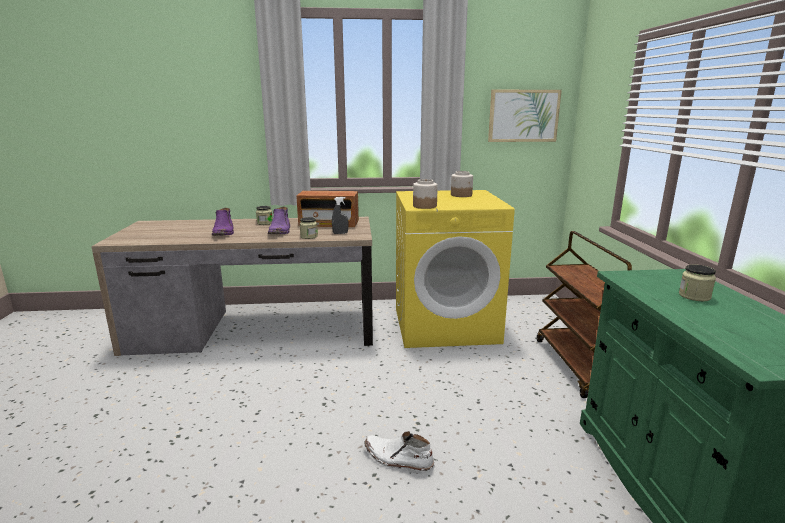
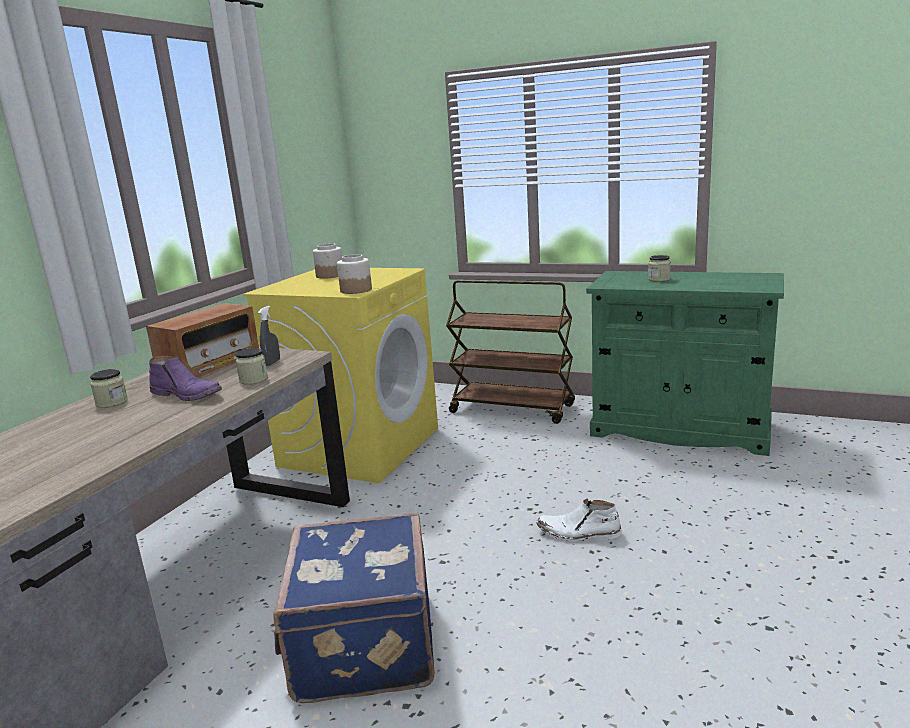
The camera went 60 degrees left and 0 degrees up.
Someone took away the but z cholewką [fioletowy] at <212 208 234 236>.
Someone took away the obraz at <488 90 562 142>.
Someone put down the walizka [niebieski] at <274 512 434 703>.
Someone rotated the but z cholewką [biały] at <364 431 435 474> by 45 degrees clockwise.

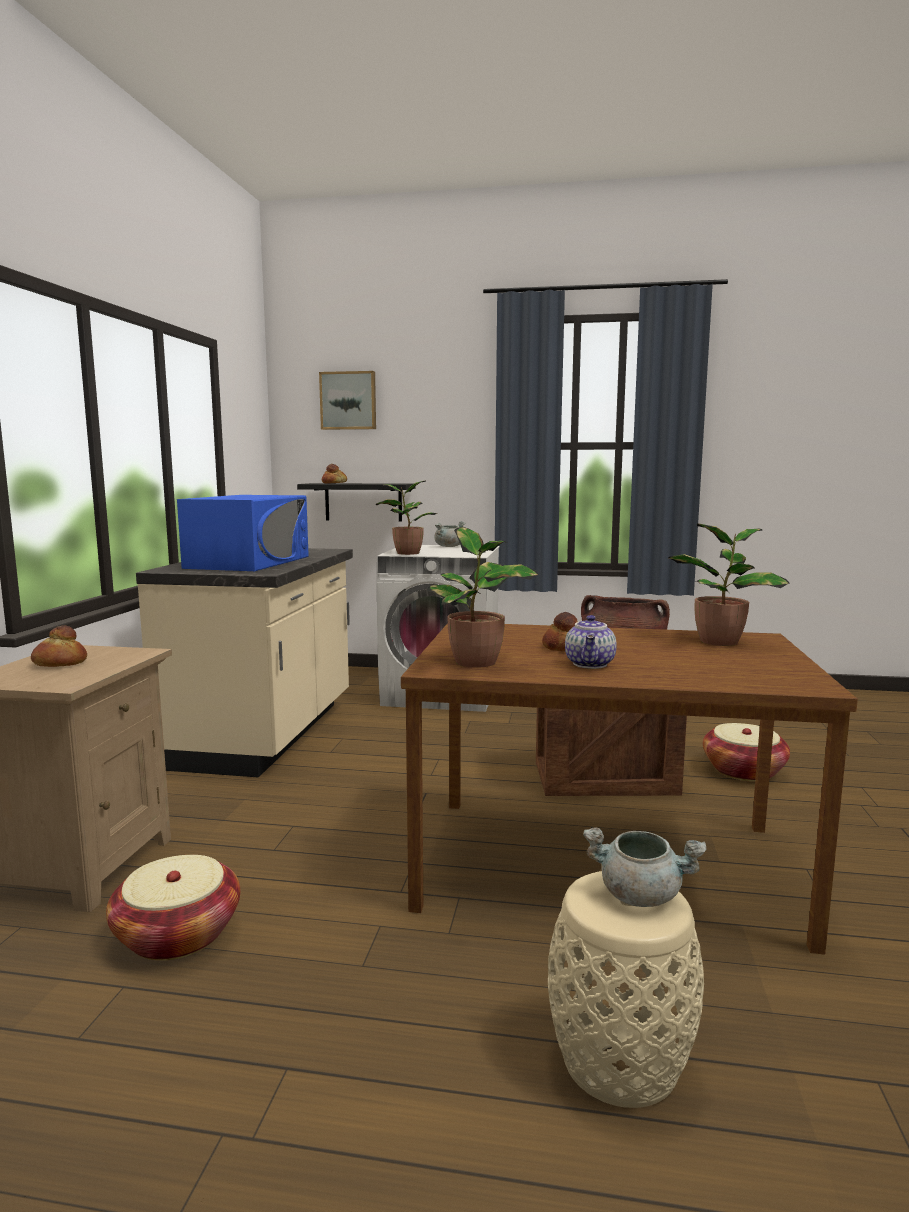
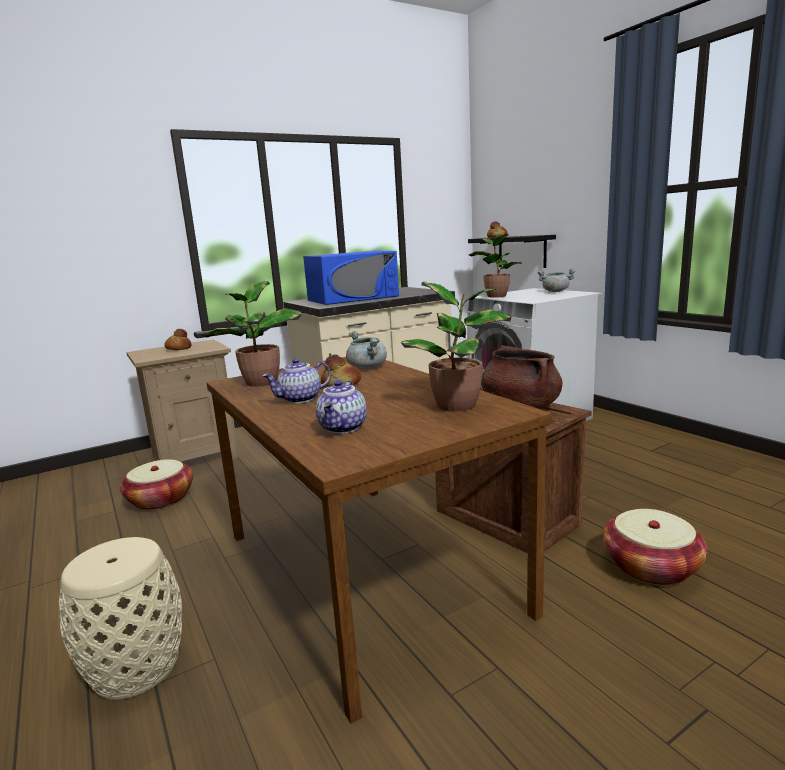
The camera went 50 degrees right and 5 degrees up.
Someone took away the obraz at <319 371 376 430>.
Someone put down the imbryk at <316 380 367 434>.
Someone carried the garnek [szary] from <583 827 706 907> to <346 331 387 369>.

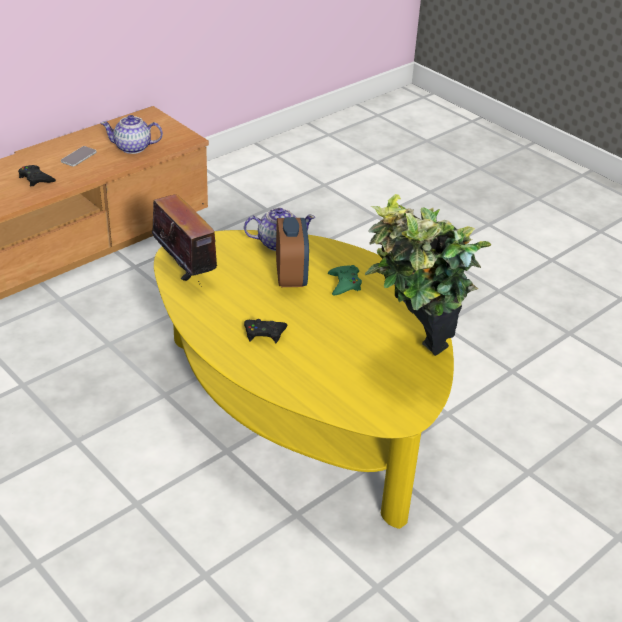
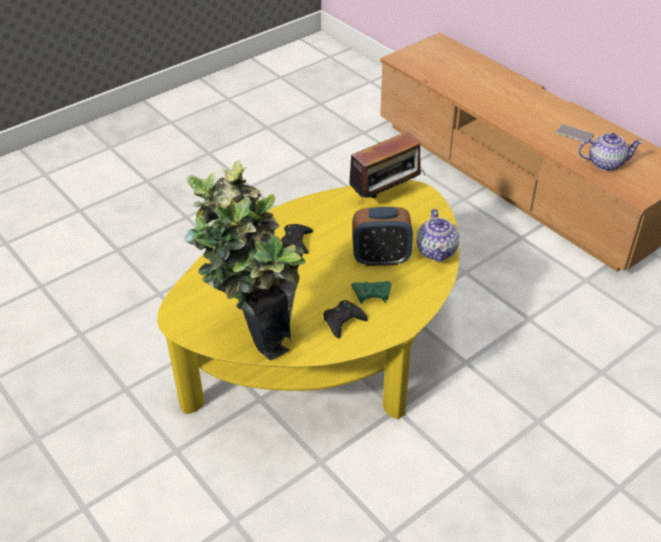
The camera went 95 degrees right and 5 degrees up.
Someone carried the pad do gier [czarny] from <18 165 56 187> to <324 300 368 338>.
Someone rotated the imbryk at <100 115 163 154> by 90 degrees clockwise.

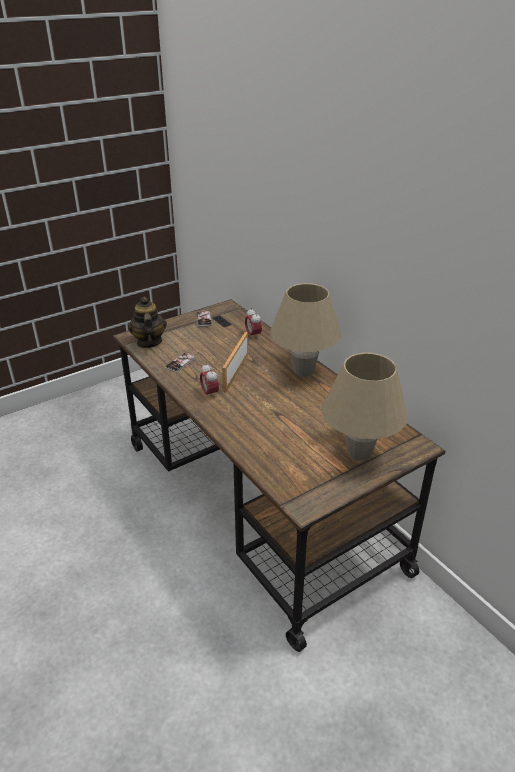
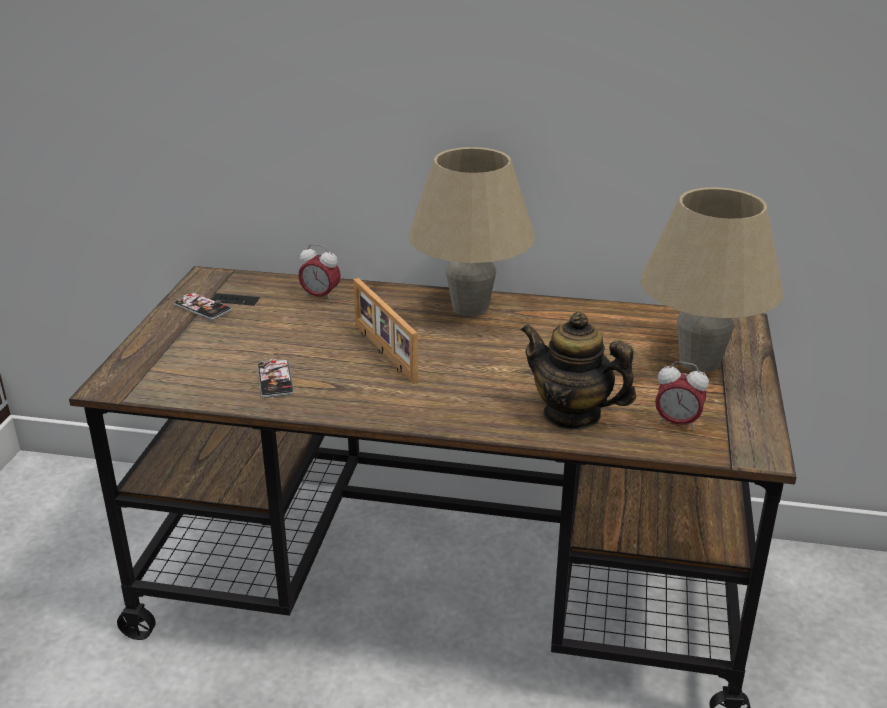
The camera went 45 degrees left and 5 degrees down.
Someone carried the imbryk from <128 297 167 348> to <521 312 636 430>.
Someone carried the budzik from <200 363 219 400> to <655 361 709 431>.

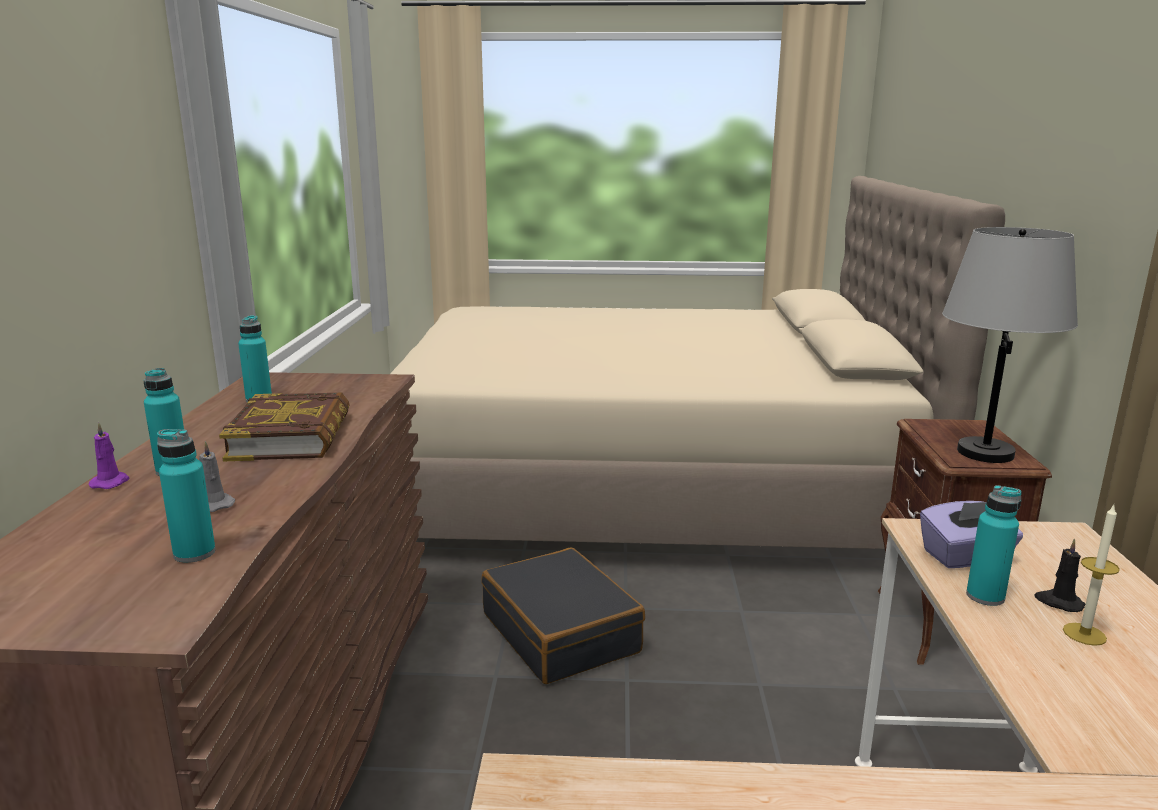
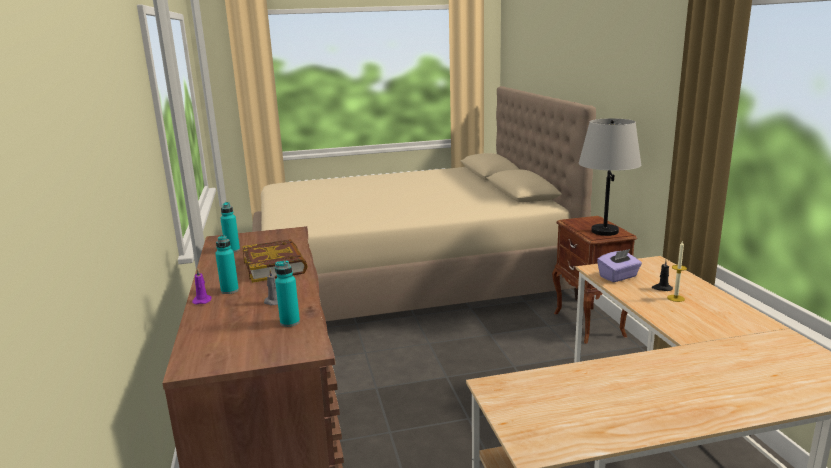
The camera went 15 degrees left and 0 degrees up.
Someone took away the walizka [czarny] at <481 548 645 684>.
Someone took away the butelka [turkusowy] at <966 485 1021 606>.

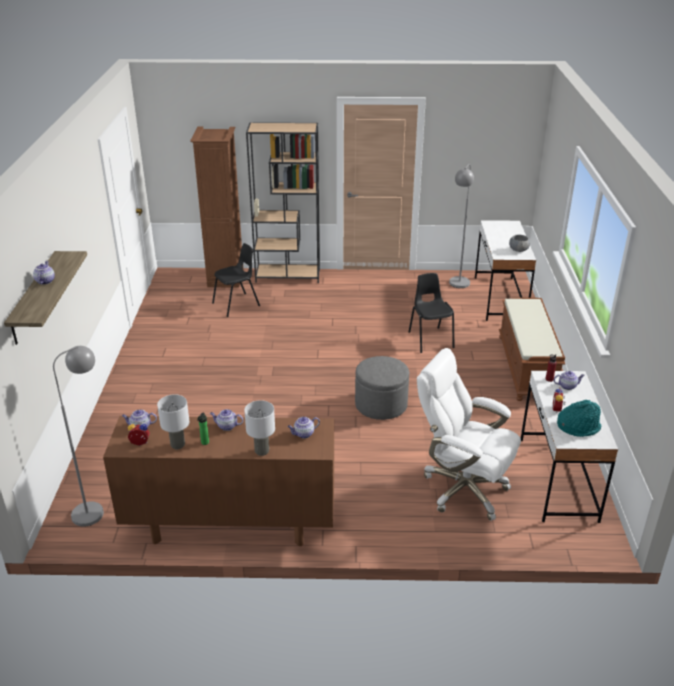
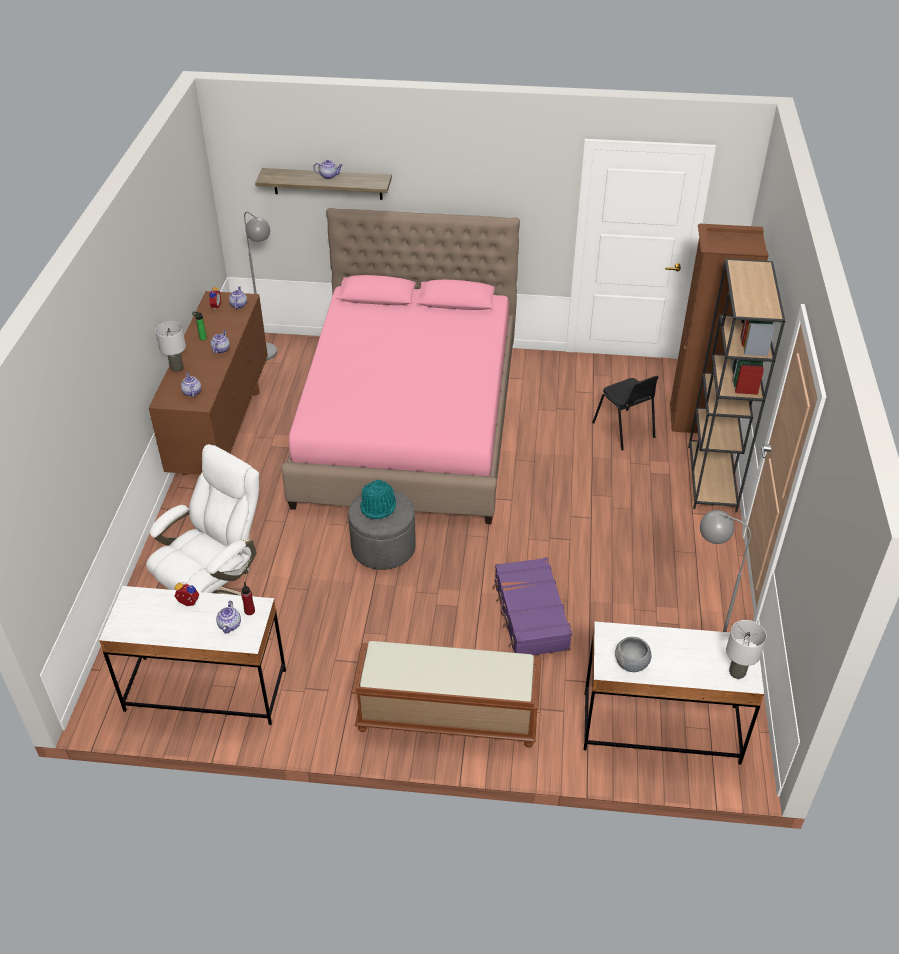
The camera went 95 degrees right and 10 degrees up.
Someone put down the łóżko [różowy] at <281 208 520 524>.
Someone carried the lampa stołowa [biały] from <157 394 189 449> to <726 620 767 679>.
Someone carried the kapelusz [turkusowy] from <557 400 601 437> to <360 480 396 519>.
Someone swapped the krzesło [czarny] at <409 273 454 353> for the walizka [fioletowy] at <492 557 572 655>.

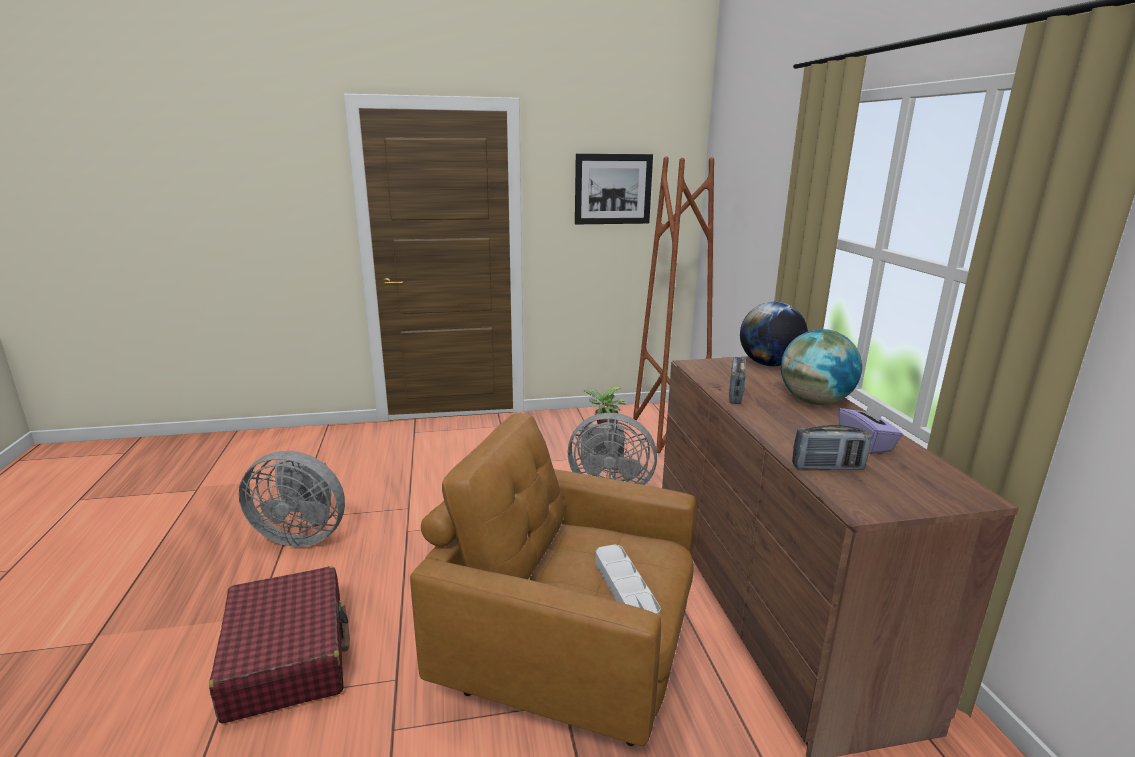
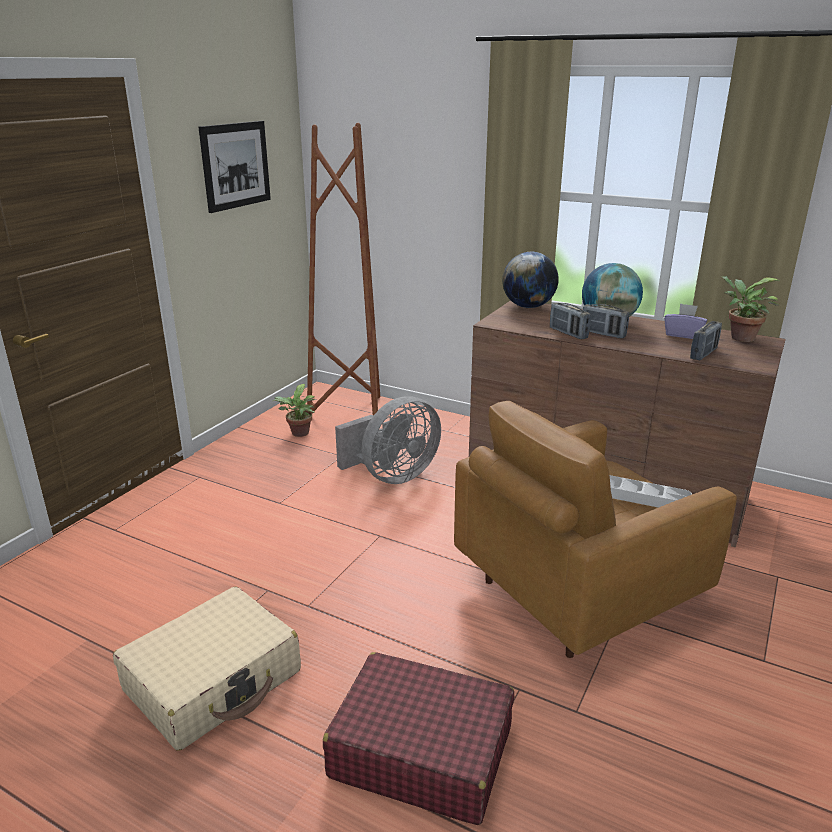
The camera went 50 degrees left and 5 degrees up.
Someone put down the radio at <583 304 629 338>.
Someone put down the roślina doniczkowa at <721 276 779 342>.
Someone swapped the wentylator [szary] at <239 451 345 547> for the walizka [beżowy] at <113 587 301 751>.

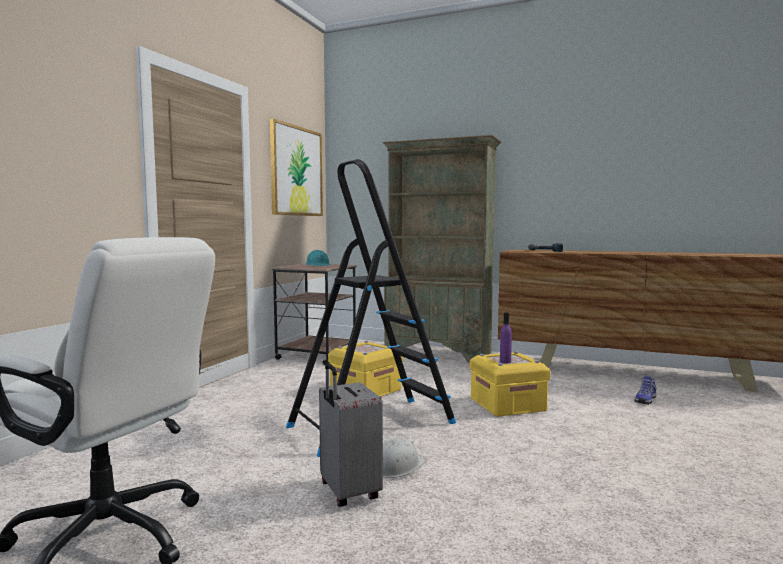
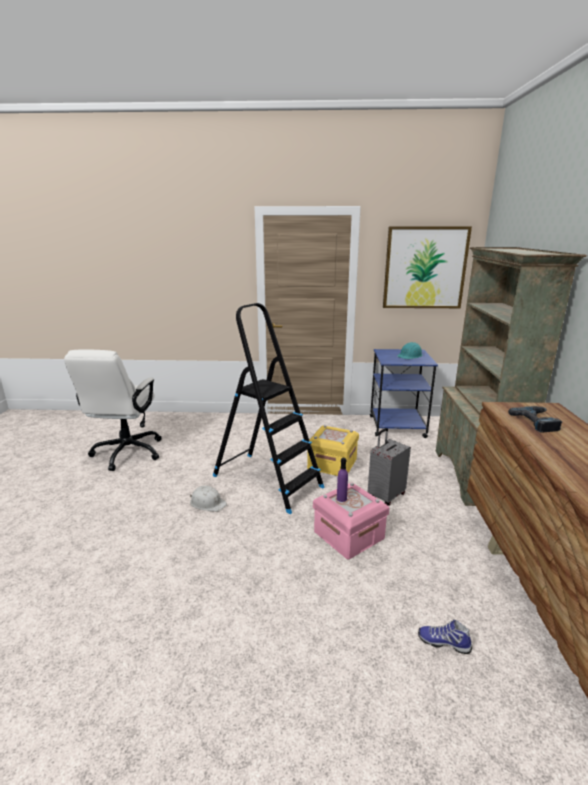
The camera went 70 degrees right and 15 degrees up.
Someone carried the walizka [szary] from <319 363 383 507> to <368 428 411 506>.
Someone repainted the wózek [brązowy] at <271 263 357 365>, which became the wózek [niebieski] at <370 349 438 438>.
Someone repainted the pojemnik do przechowywania [żółty] at <470 351 550 417>, which became the pojemnik do przechowywania [różowy] at <313 482 389 559>.

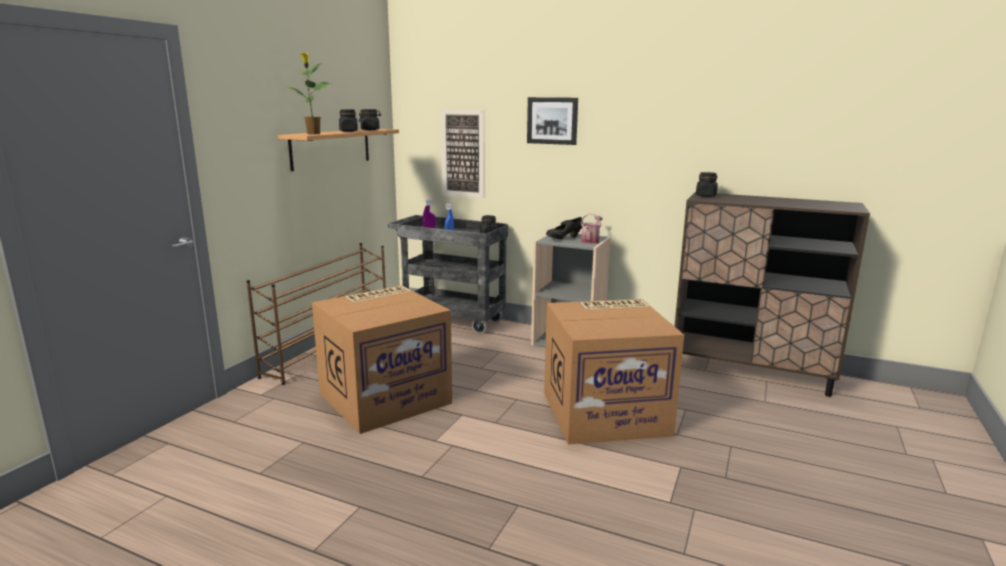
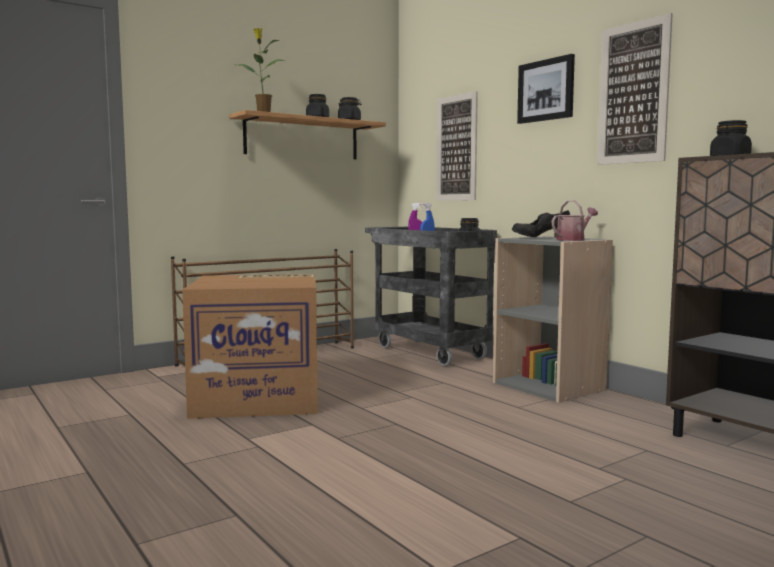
The camera went 30 degrees right and 10 degrees down.
Someone took away the karton at <544 299 684 444>.
Someone put up the obraz at <597 13 673 165>.

